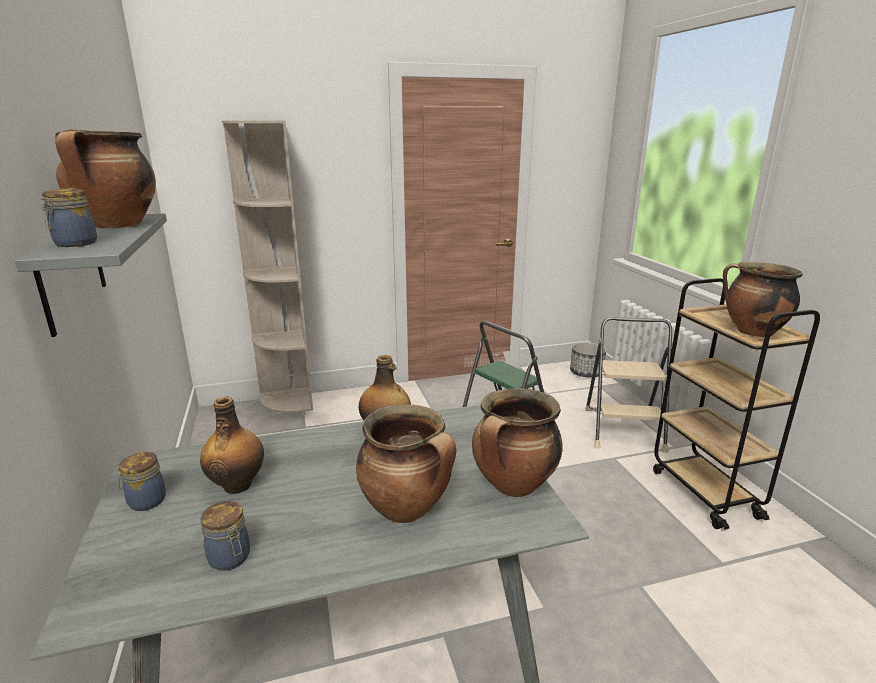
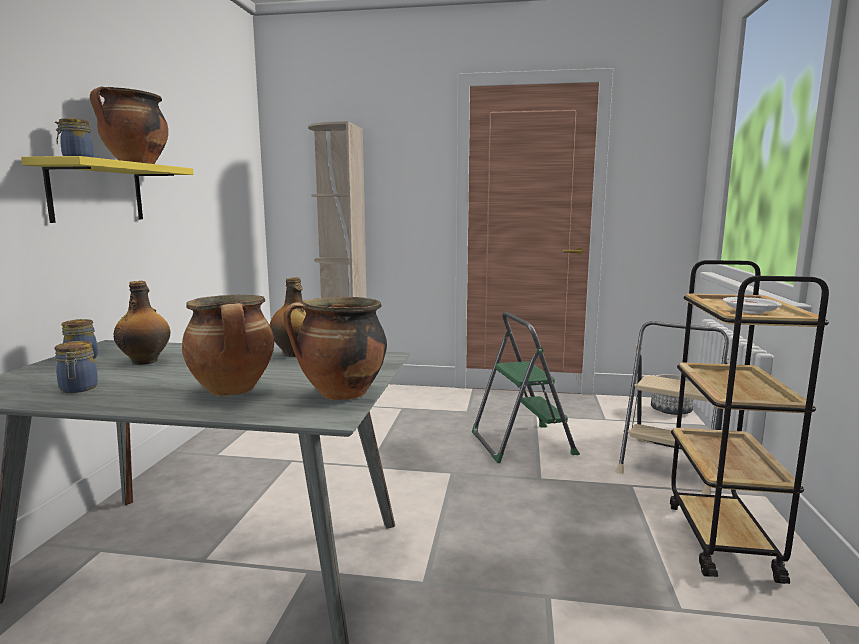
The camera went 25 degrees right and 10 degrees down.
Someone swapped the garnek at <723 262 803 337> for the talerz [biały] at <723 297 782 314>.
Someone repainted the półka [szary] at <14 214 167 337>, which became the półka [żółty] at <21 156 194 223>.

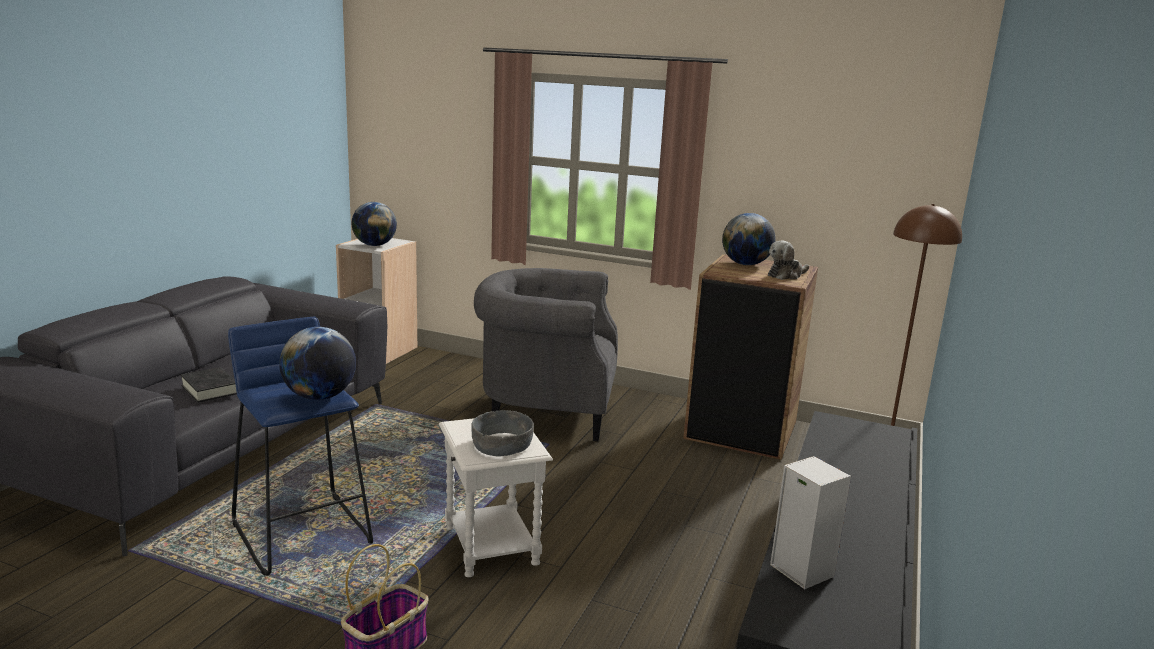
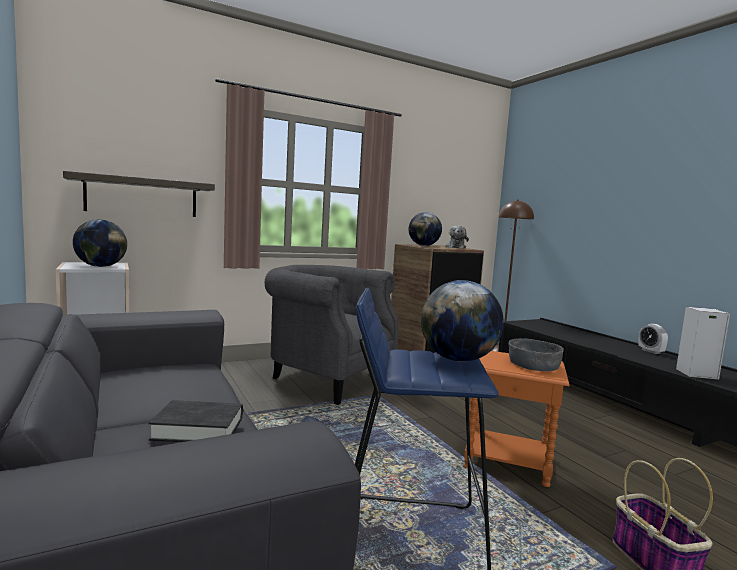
The camera went 50 degrees left and 10 degrees down.
Someone put up the półka at <63 171 215 217>.
Someone put down the budzik at <638 324 668 354>.
Someone repainted the stolik [biały] at <439 418 553 577>, which became the stolik [pomarańczowy] at <464 351 570 487>.
Someone rotated the fotel [szary] at <474 268 618 441> by 75 degrees clockwise.

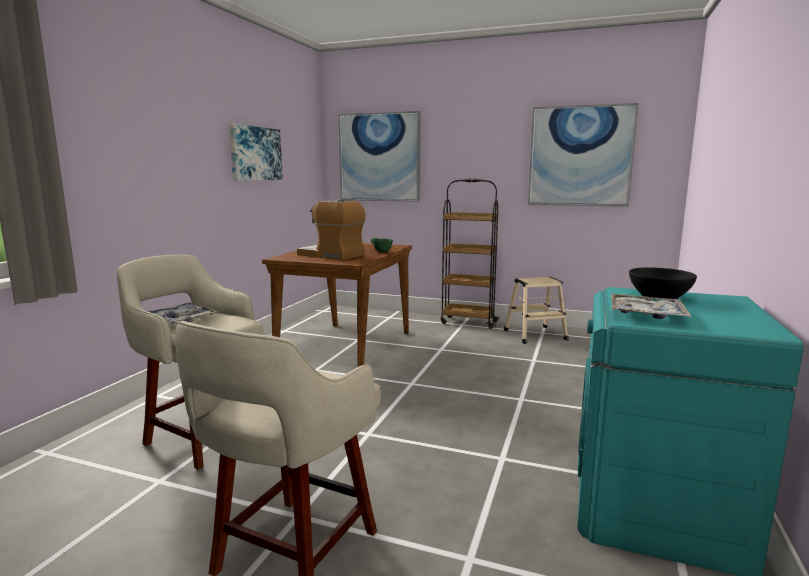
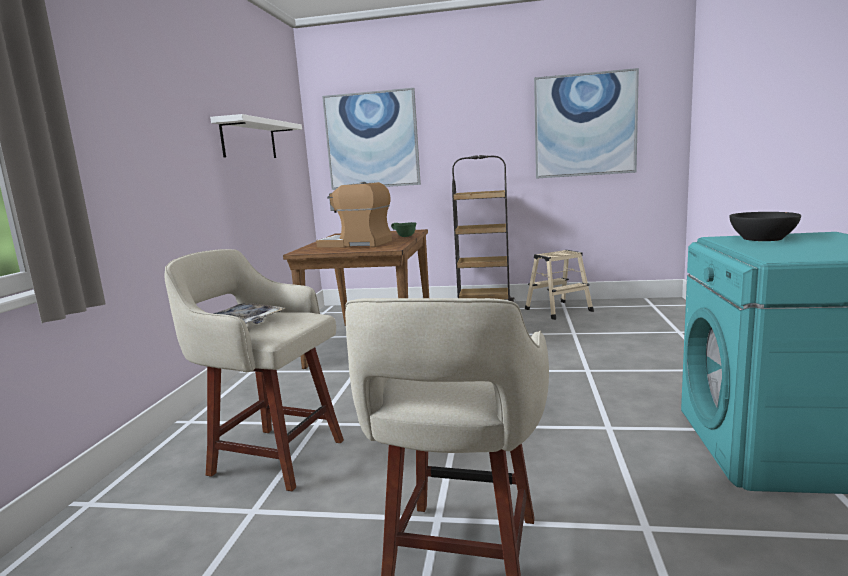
The camera went 10 degrees left and 0 degrees up.
Someone took away the taca at <611 294 691 319>.
Someone swapped the obraz at <229 124 283 181> for the półka [biały] at <210 114 302 158>.

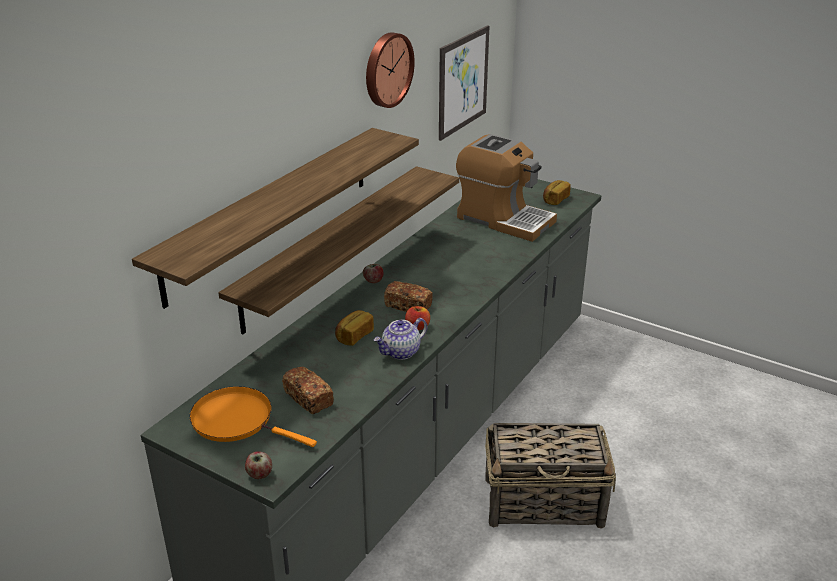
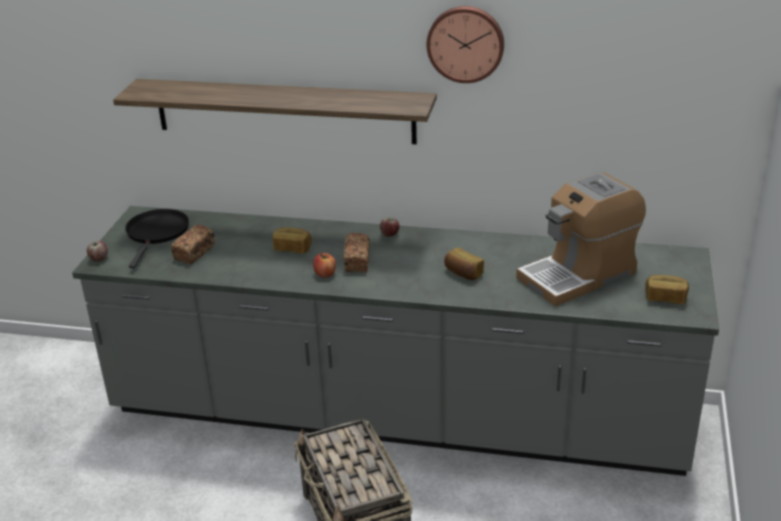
The camera went 70 degrees right and 0 degrees up.
Someone took away the półka at <218 166 459 335>.
Someone took away the imbryk at <374 318 427 360>.
Someone took away the obraz at <439 25 490 141>.
Someone put down the chleb at <444 248 484 280>.
Someone repainted the patelnia [pomarańczowy] at <189 386 317 447>, which became the patelnia [czarny] at <125 209 189 268>.
Someone rotated the ekspres do kawy at <456 134 557 242> by 45 degrees clockwise.

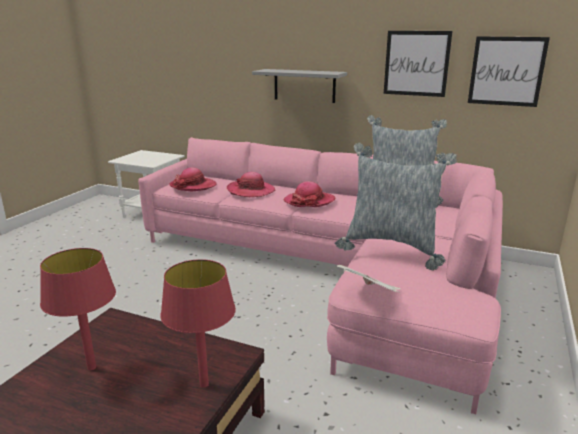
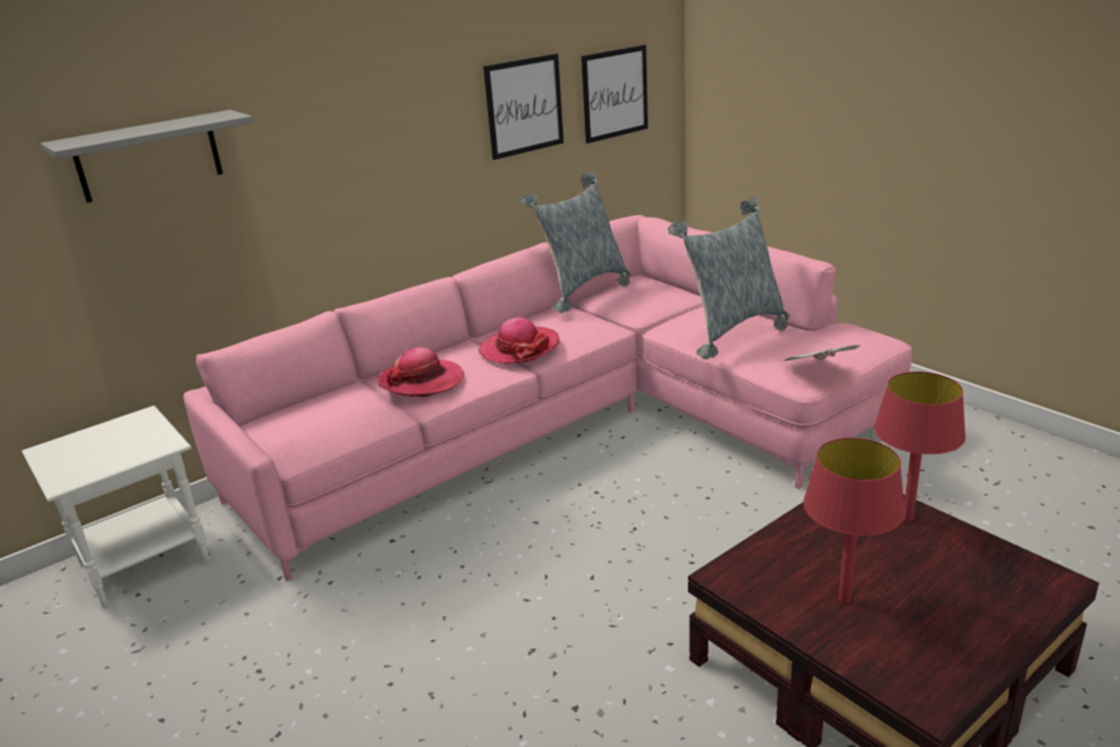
The camera went 60 degrees left and 5 degrees up.
Someone took away the kapelusz at <169 167 217 192>.
Someone carried the półka [szary] from <252 69 347 103> to <40 110 254 203>.

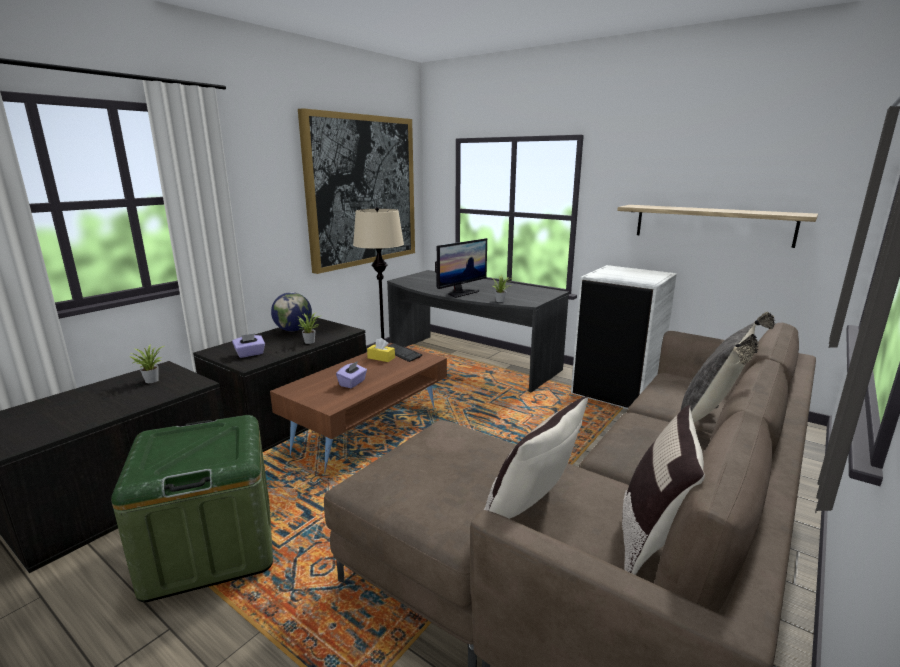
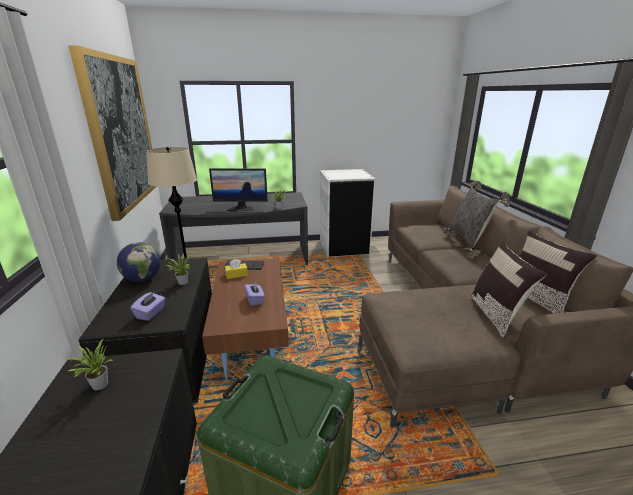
The camera went 45 degrees left and 5 degrees up.
Someone took away the półka at <617 205 818 248>.
Someone rotated the monitor at <435 238 487 298> by 90 degrees clockwise.

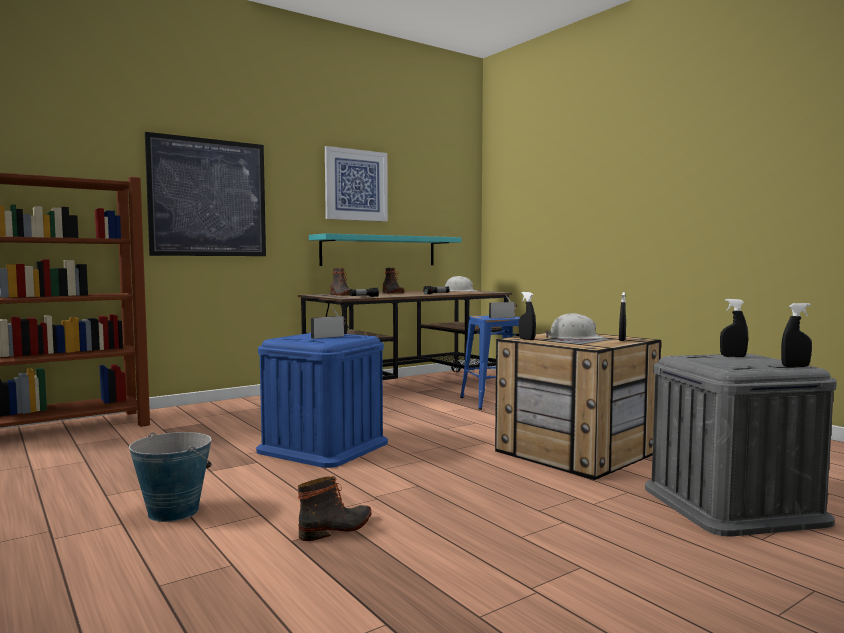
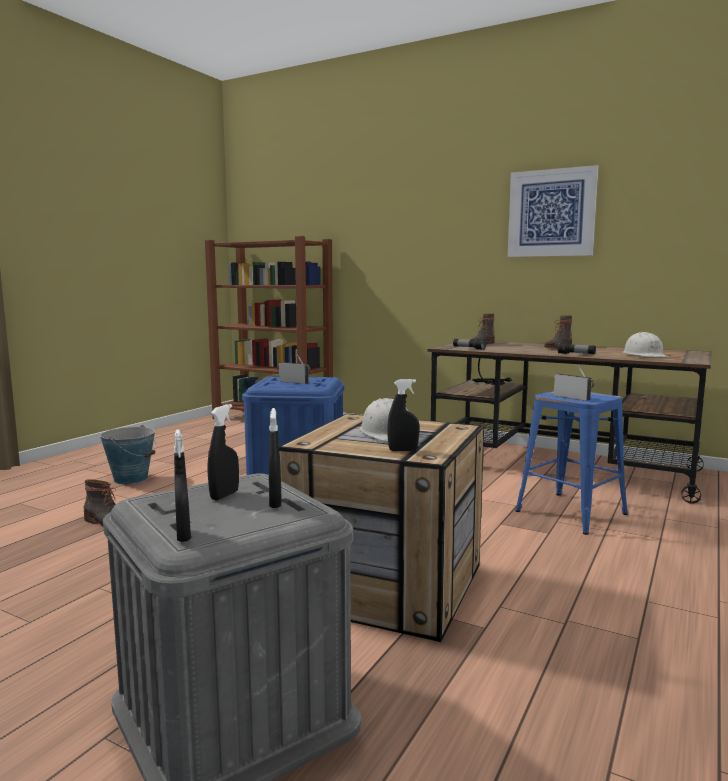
The camera went 65 degrees right and 5 degrees up.
Someone took away the obraz at <145 132 266 256>.
Someone took away the półka [turkusowy] at <309 234 462 266>.
Someone carried the spryskiwacz [czarny] from <519 292 536 340> to <207 404 239 500>.

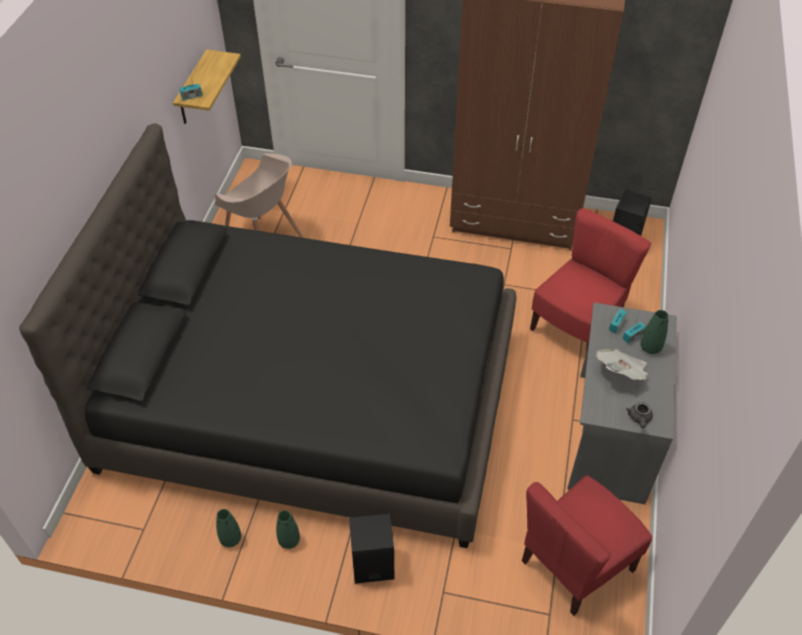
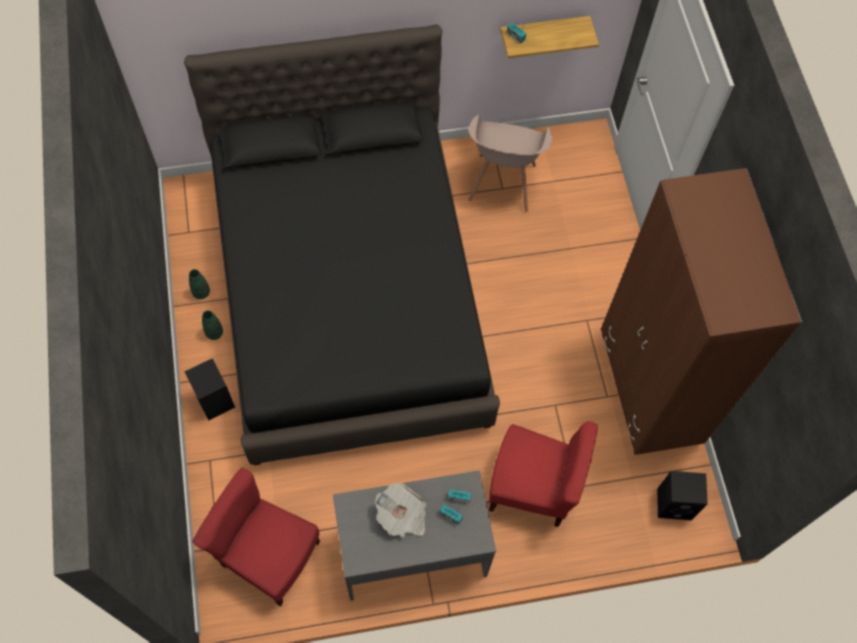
The camera went 65 degrees right and 15 degrees up.
Someone took away the imbryk [szary] at <626 402 653 428>.
Someone took away the wazon [zielony] at <640 310 668 354>.

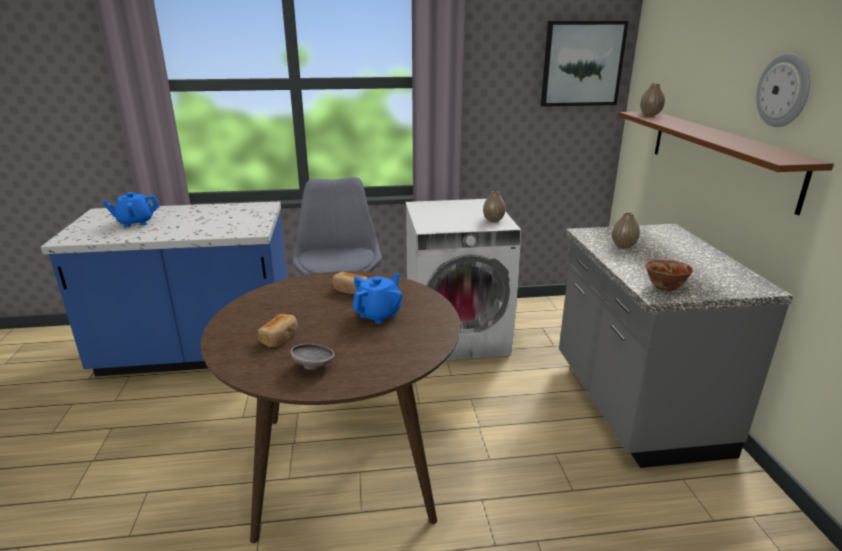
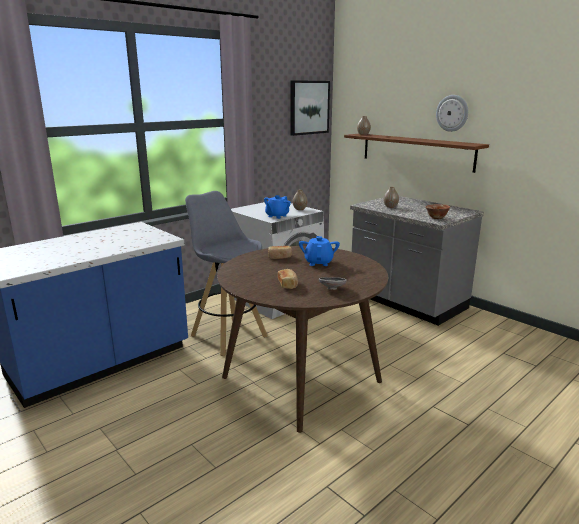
The camera went 35 degrees left and 5 degrees down.
Someone carried the imbryk [niebieski] from <102 192 160 227> to <264 195 291 219>.

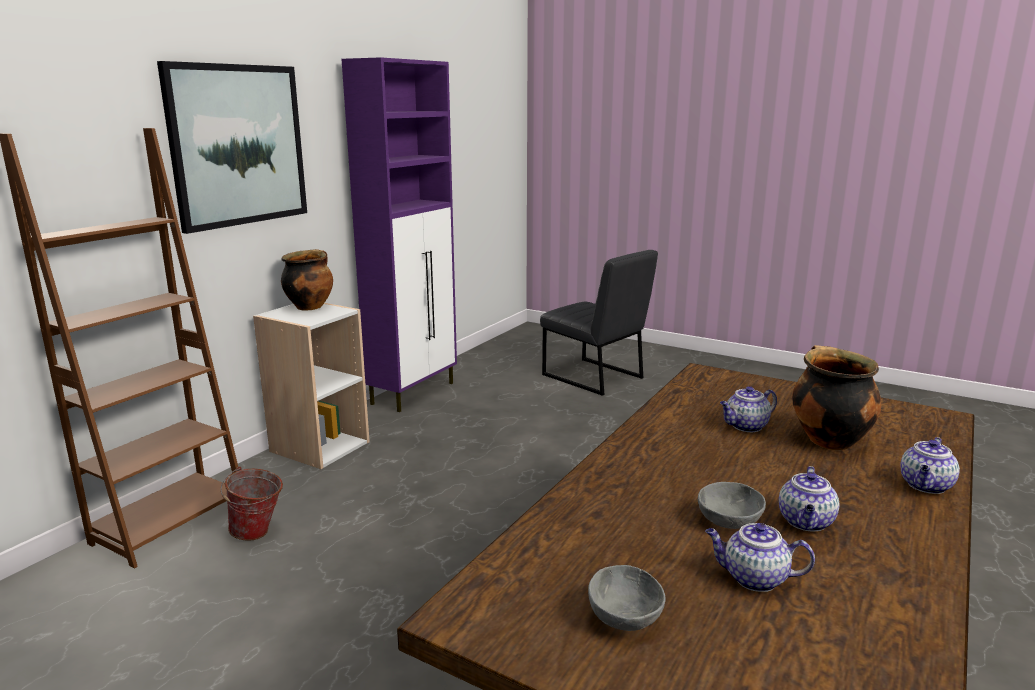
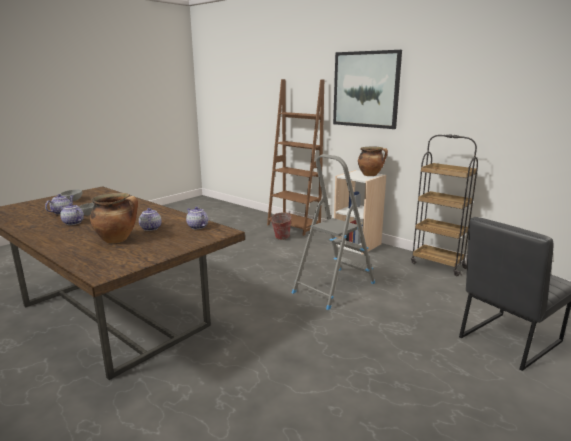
The camera went 100 degrees right and 0 degrees up.
Someone put down the drabinka [szary] at <292 154 375 310>.
Someone carried the imbryk from <901 437 960 494> to <186 207 208 229>.
Someone swapped the szafka [fioletowy] at <342 57 457 412> for the wózek [brązowy] at <411 135 478 276>.

